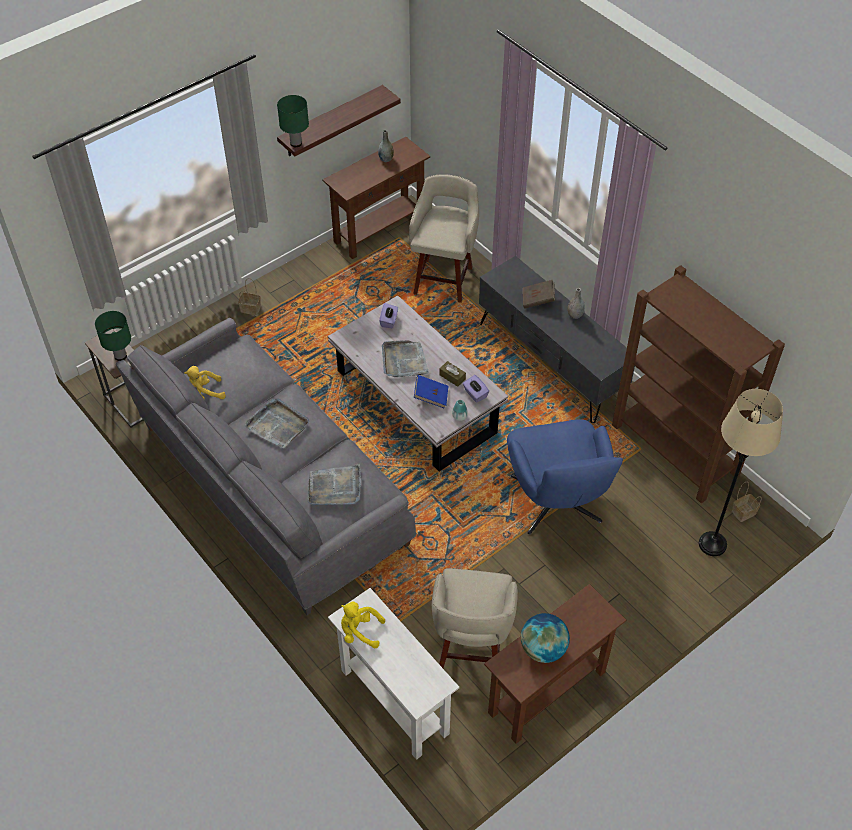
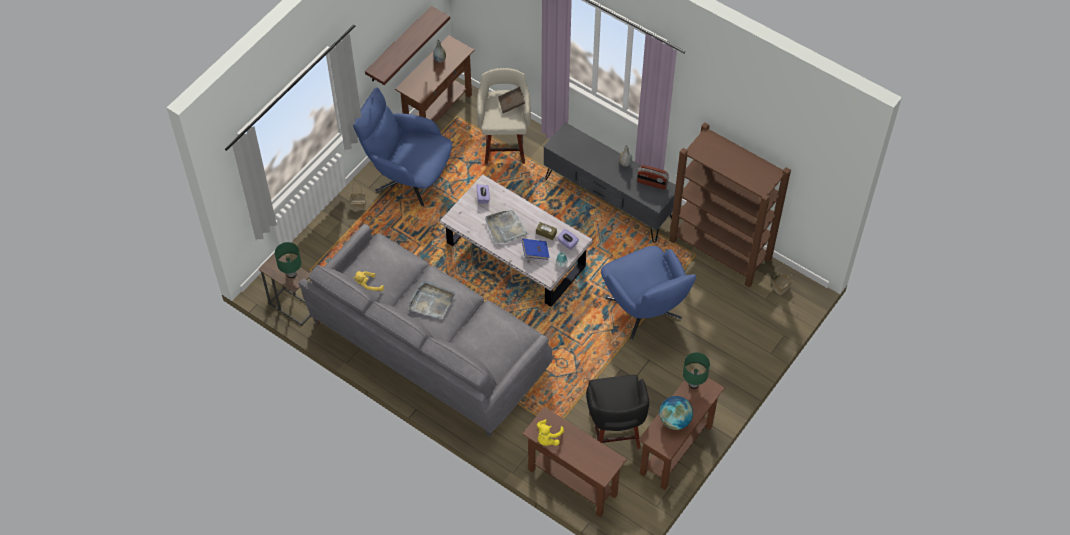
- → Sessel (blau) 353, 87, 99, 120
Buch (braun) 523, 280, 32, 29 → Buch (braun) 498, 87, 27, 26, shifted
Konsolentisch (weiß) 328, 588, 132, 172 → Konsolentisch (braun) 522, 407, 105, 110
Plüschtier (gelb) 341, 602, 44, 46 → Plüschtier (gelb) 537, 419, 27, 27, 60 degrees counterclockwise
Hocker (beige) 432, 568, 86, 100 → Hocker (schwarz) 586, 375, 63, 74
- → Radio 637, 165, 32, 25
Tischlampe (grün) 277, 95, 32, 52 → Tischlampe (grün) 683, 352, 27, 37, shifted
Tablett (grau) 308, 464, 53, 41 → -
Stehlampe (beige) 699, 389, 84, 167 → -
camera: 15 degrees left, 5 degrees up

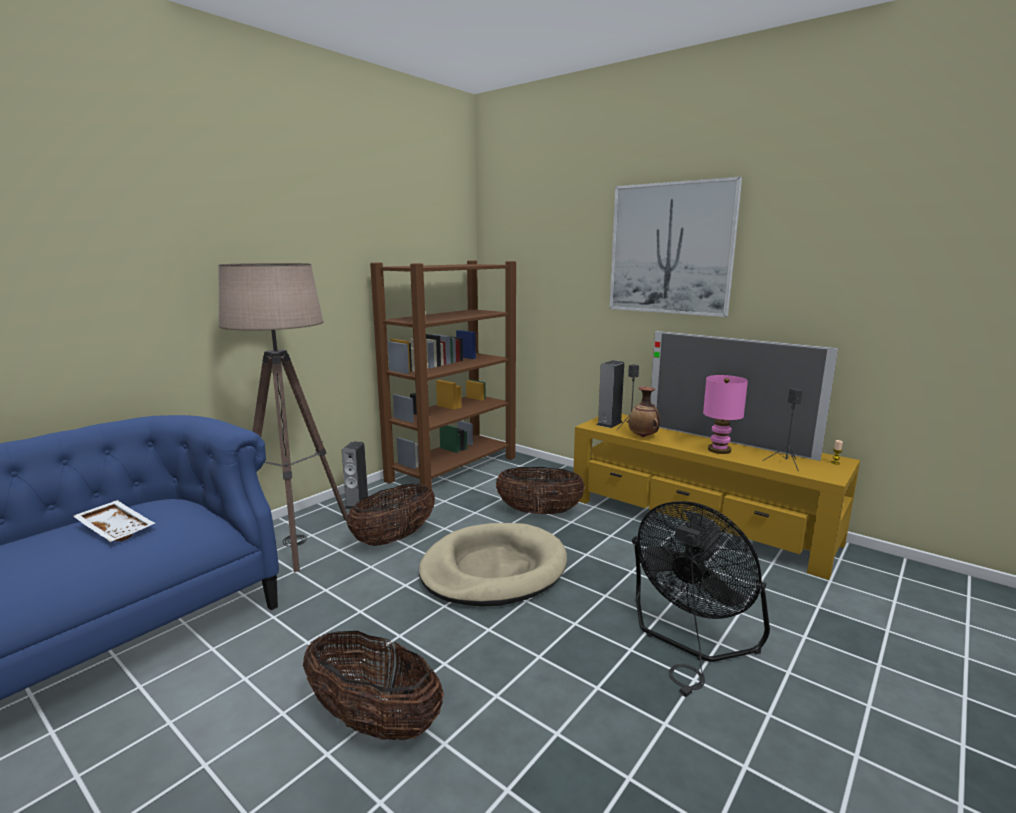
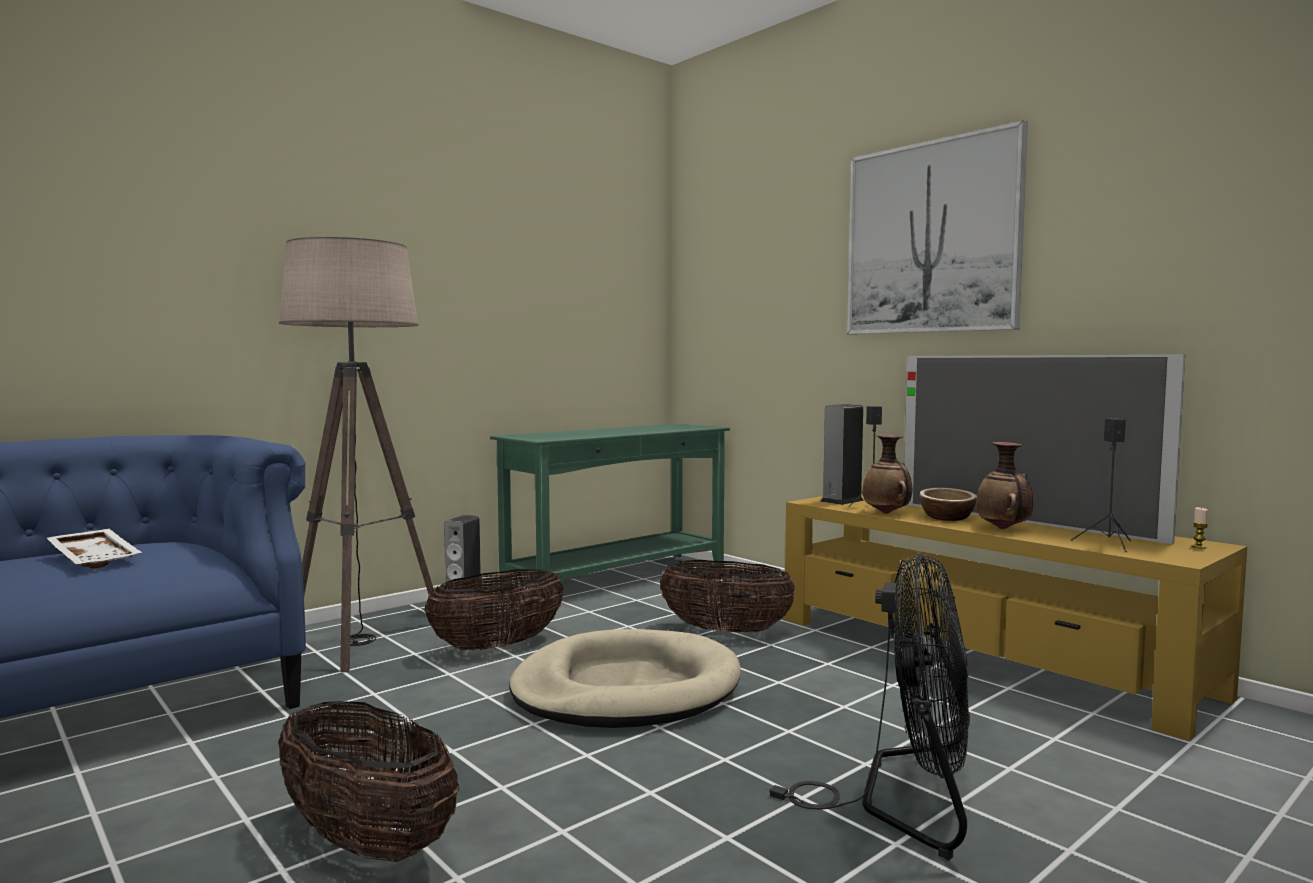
Bücherregal (braun) 370, 260, 146, 229 → Konsolentisch (grün) 490, 423, 240, 169
Ventilator (schwarz) 632, 501, 138, 196 → Ventilator (schwarz) 767, 553, 203, 308, 60 degrees clockwise
- → Schüssel 920, 488, 57, 33
Tischlampe (rosa) 703, 375, 45, 79 → Vase 976, 442, 57, 87
camera: 10 degrees right, 10 degrees down

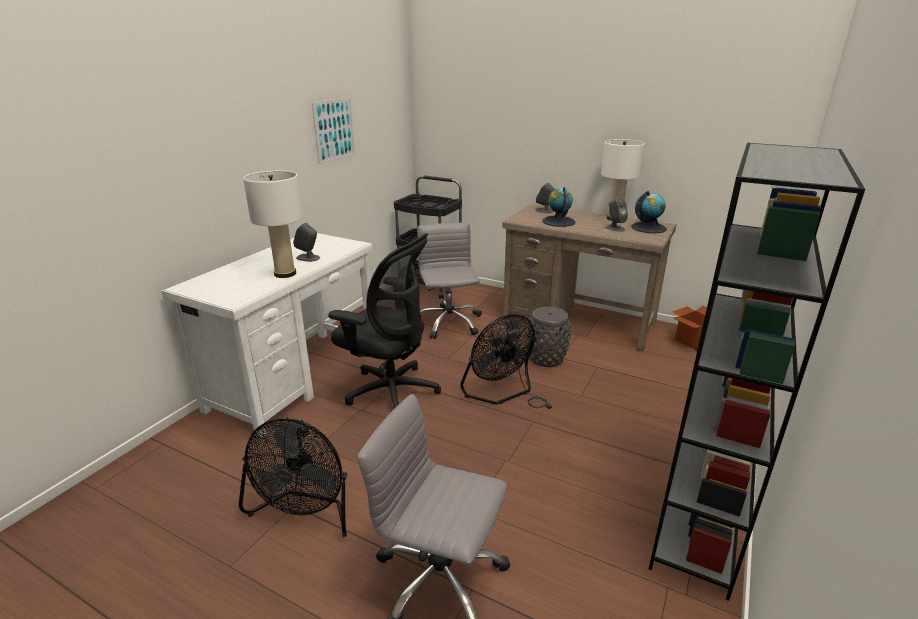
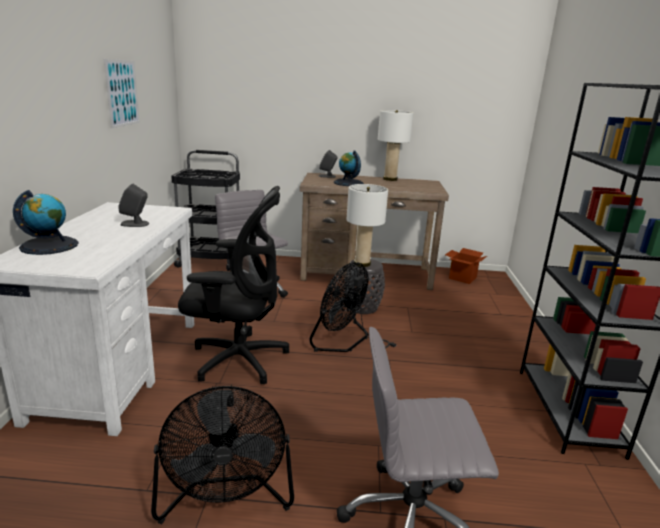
Globus 631, 191, 36, 42 → Globus 13, 190, 65, 65, shifted
Tischlampe (weiß) 243, 171, 60, 107 → Tischlampe (weiß) 346, 184, 42, 83, shifted
Lautsprecher (grau) 606, 197, 22, 35 → -
camera: 25 degrees left, 5 degrees down

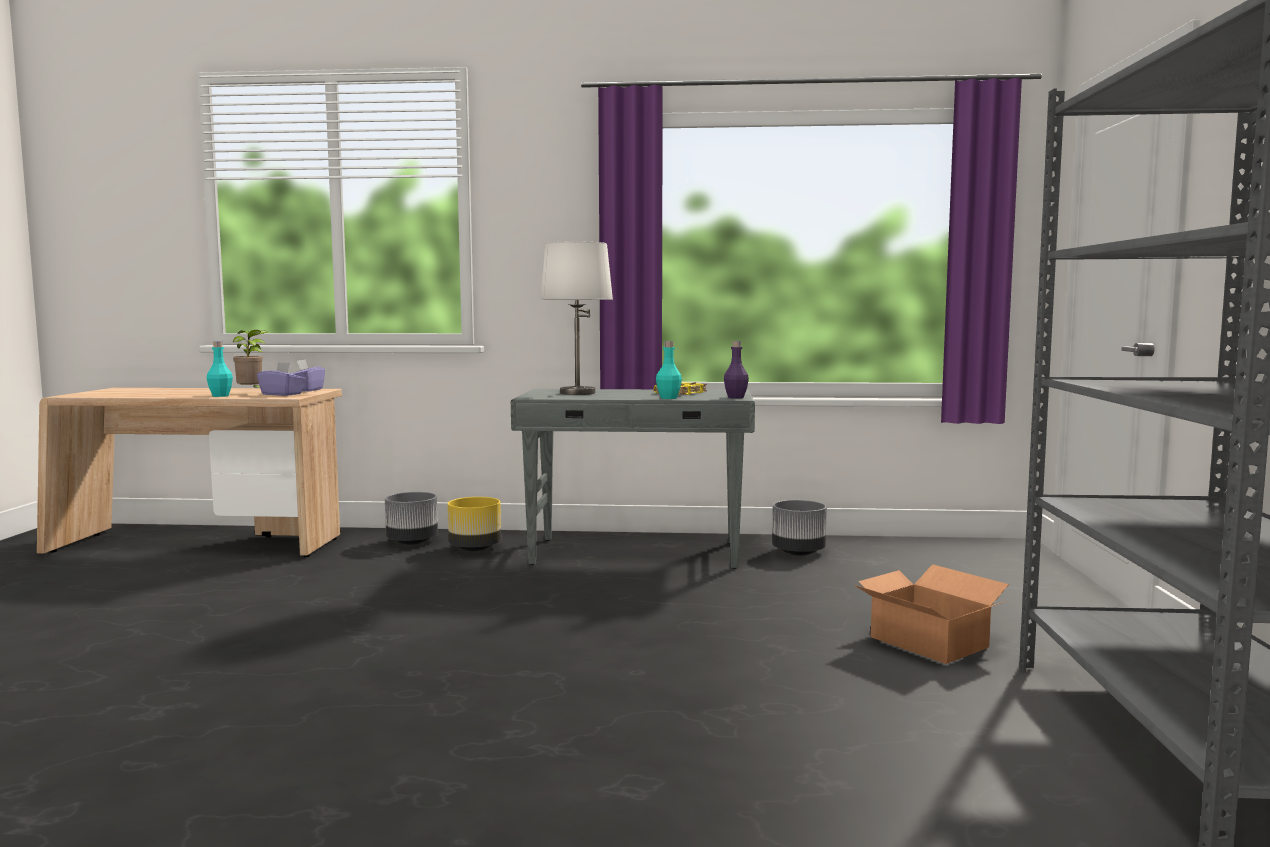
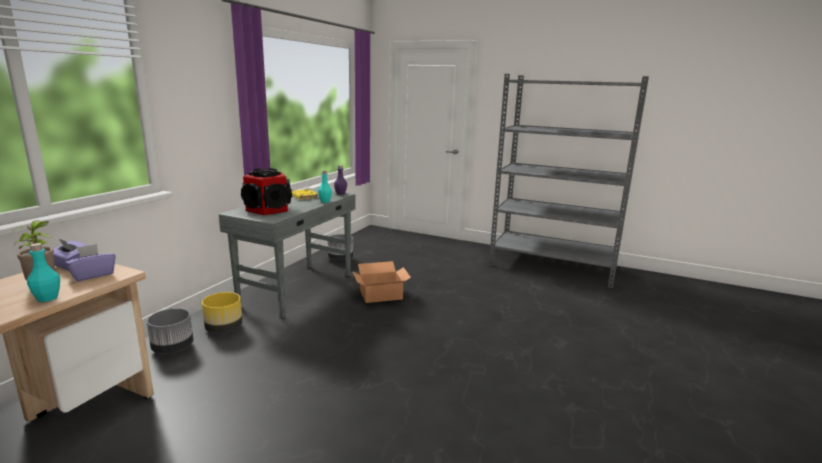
Tischlampe (weiß) 540, 241, 73, 154 → Lautsprecher 241, 168, 51, 47
Karton 854, 564, 155, 100 → Karton 352, 261, 59, 42, shifted
camera: 70 degrees left, 10 degrees up

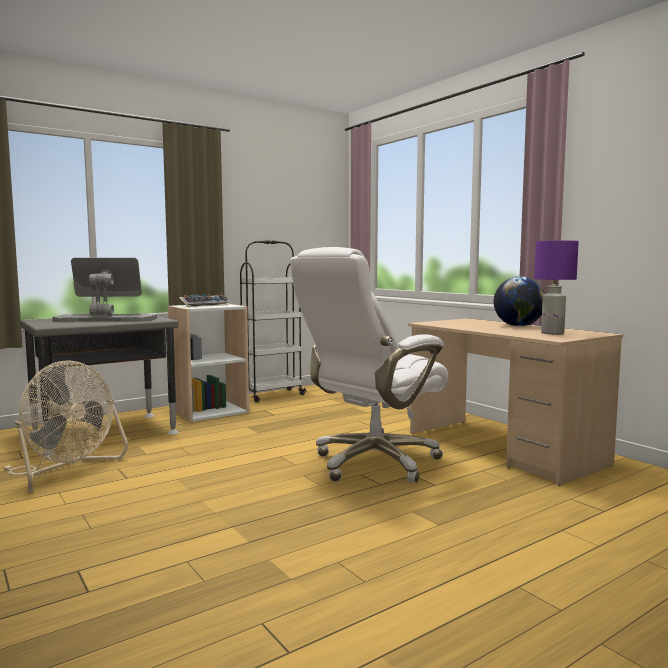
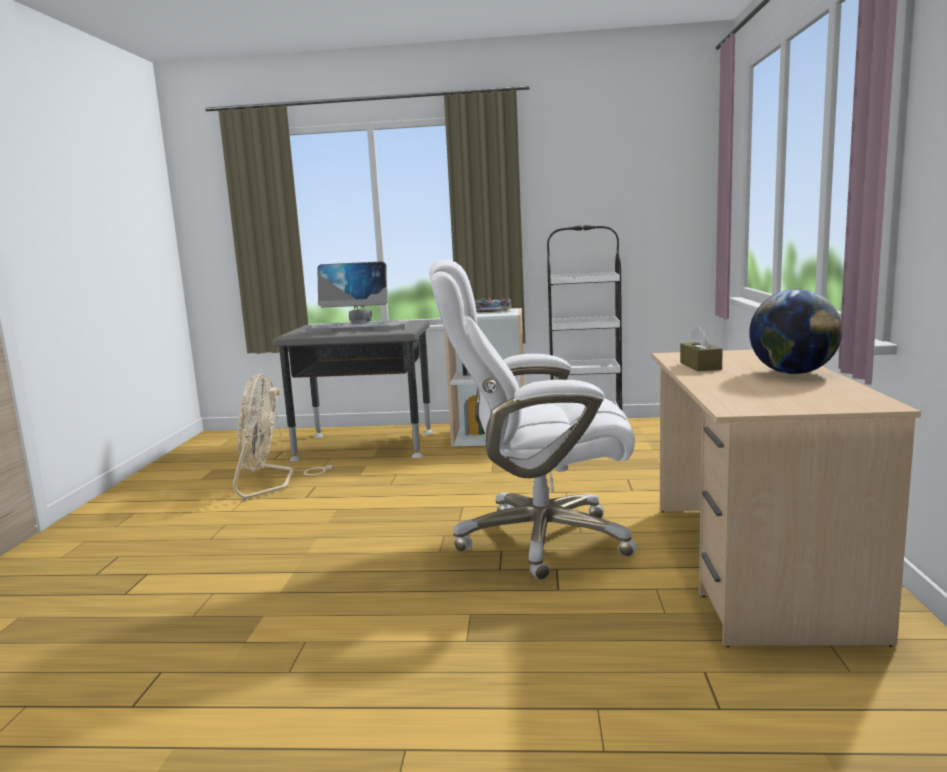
Ventilator (beige) 4, 361, 124, 132 → Ventilator (beige) 233, 374, 102, 127, 105 degrees clockwise
Monitor 53, 258, 104, 64 → Monitor 306, 261, 103, 72, 150 degrees clockwise
- → Taschentuchbox (braun) 680, 326, 43, 45
Tischlampe (lila) 534, 241, 45, 94 → -
camera: 40 degrees right, 5 degrees up

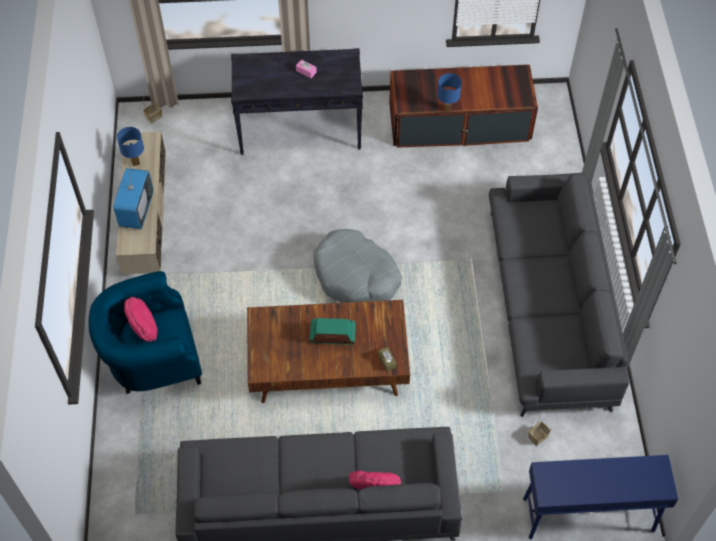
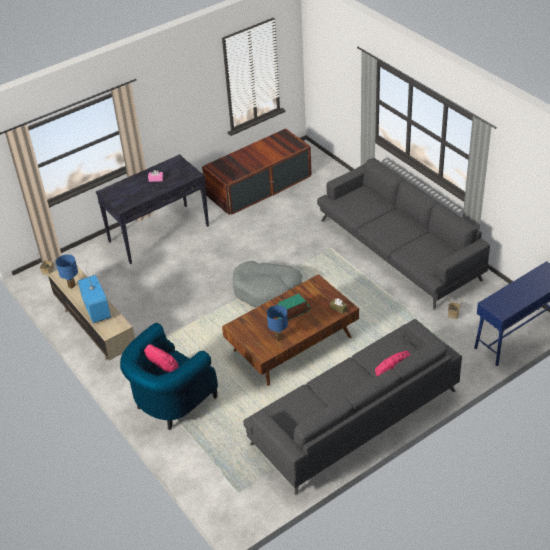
Tischlampe (blau) 437, 73, 25, 40 → Tischlampe (blau) 267, 305, 21, 36, shifted
camera: 30 degrees left, 15 degrees down

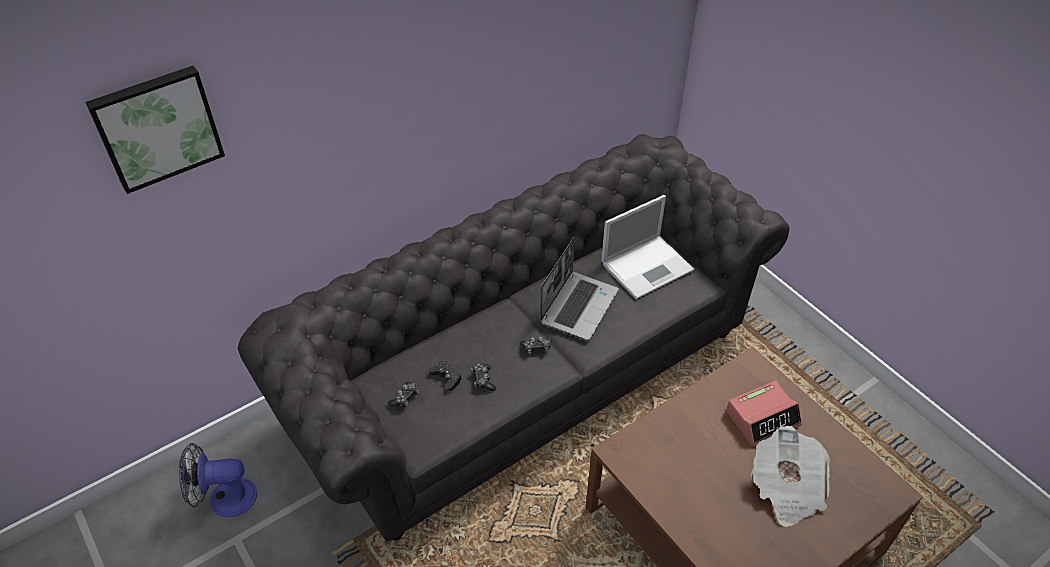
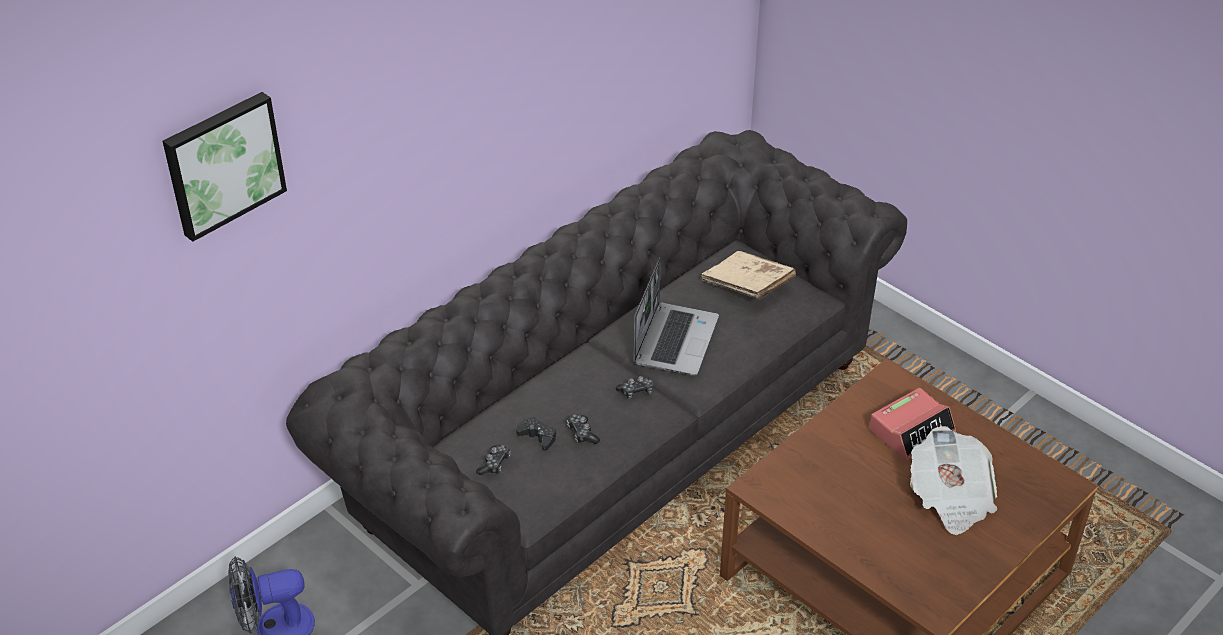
Laptop 601, 195, 94, 104 → Buch (beige) 701, 251, 95, 49
camera: 10 degrees left, 5 degrees down

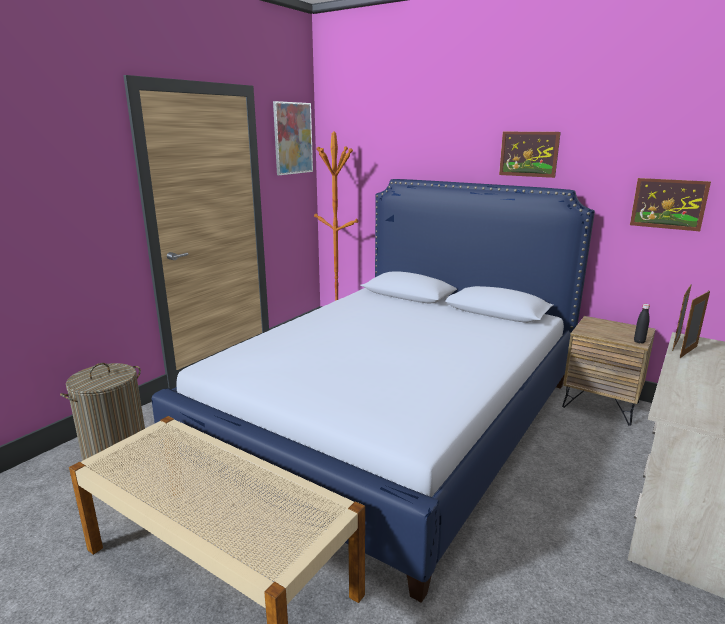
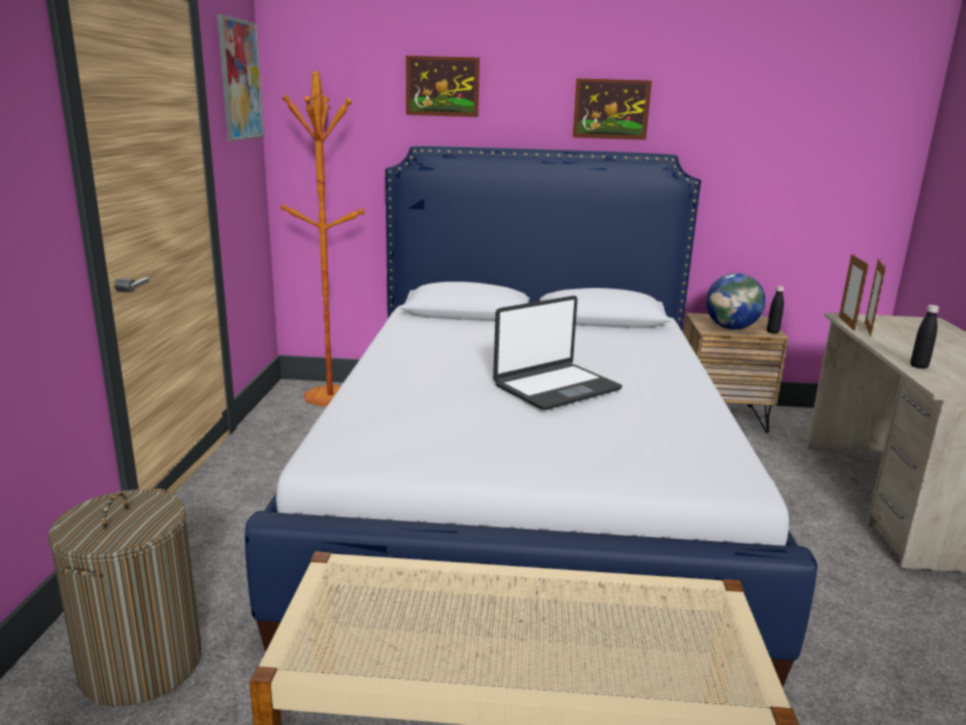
Bild 630, 178, 81, 53 → Bild 406, 56, 74, 61, shifted
- → Laptop 493, 296, 129, 114
- → Globus 706, 273, 59, 57
- → Flasche (schwarz) 911, 305, 28, 64
camera: 30 degrees left, 0 degrees up

